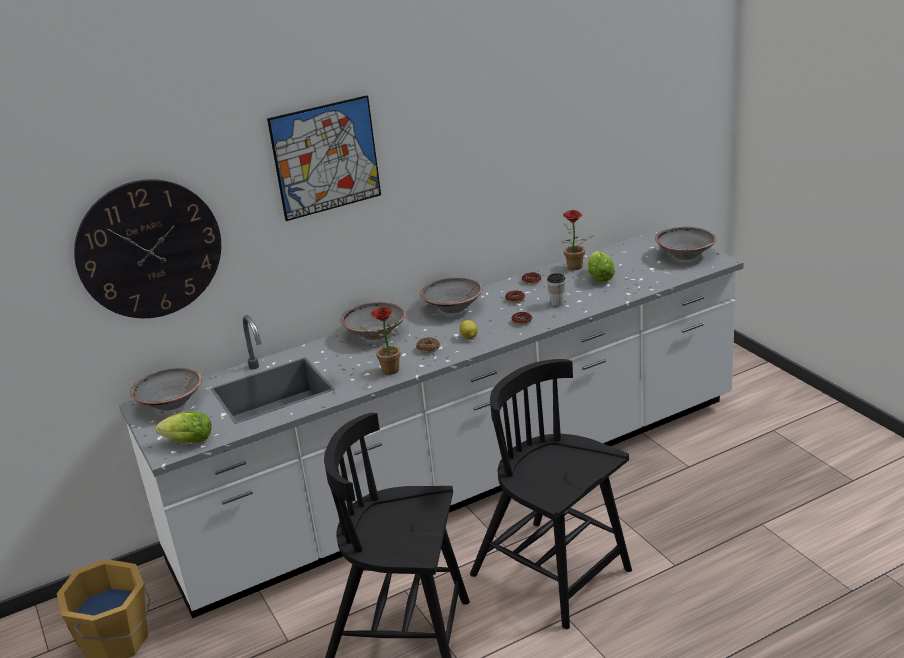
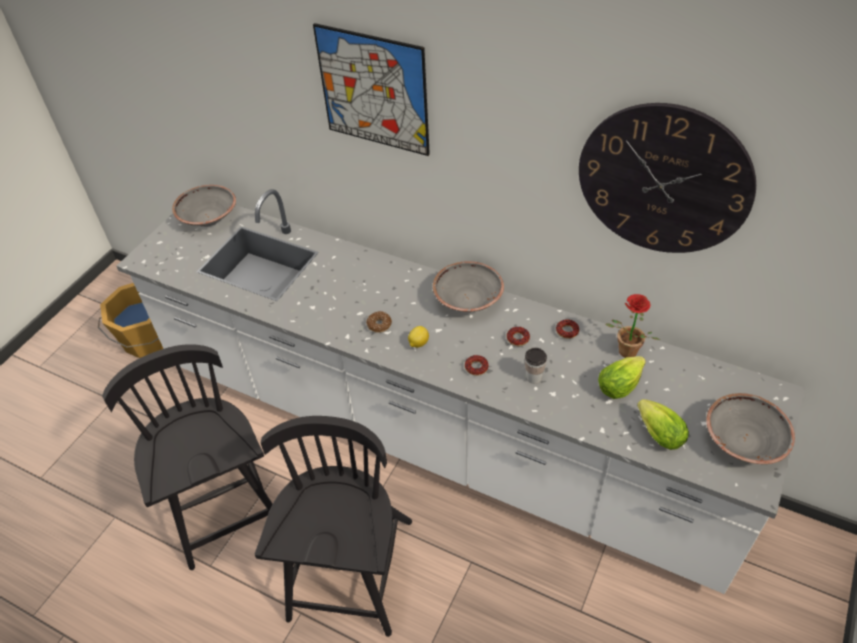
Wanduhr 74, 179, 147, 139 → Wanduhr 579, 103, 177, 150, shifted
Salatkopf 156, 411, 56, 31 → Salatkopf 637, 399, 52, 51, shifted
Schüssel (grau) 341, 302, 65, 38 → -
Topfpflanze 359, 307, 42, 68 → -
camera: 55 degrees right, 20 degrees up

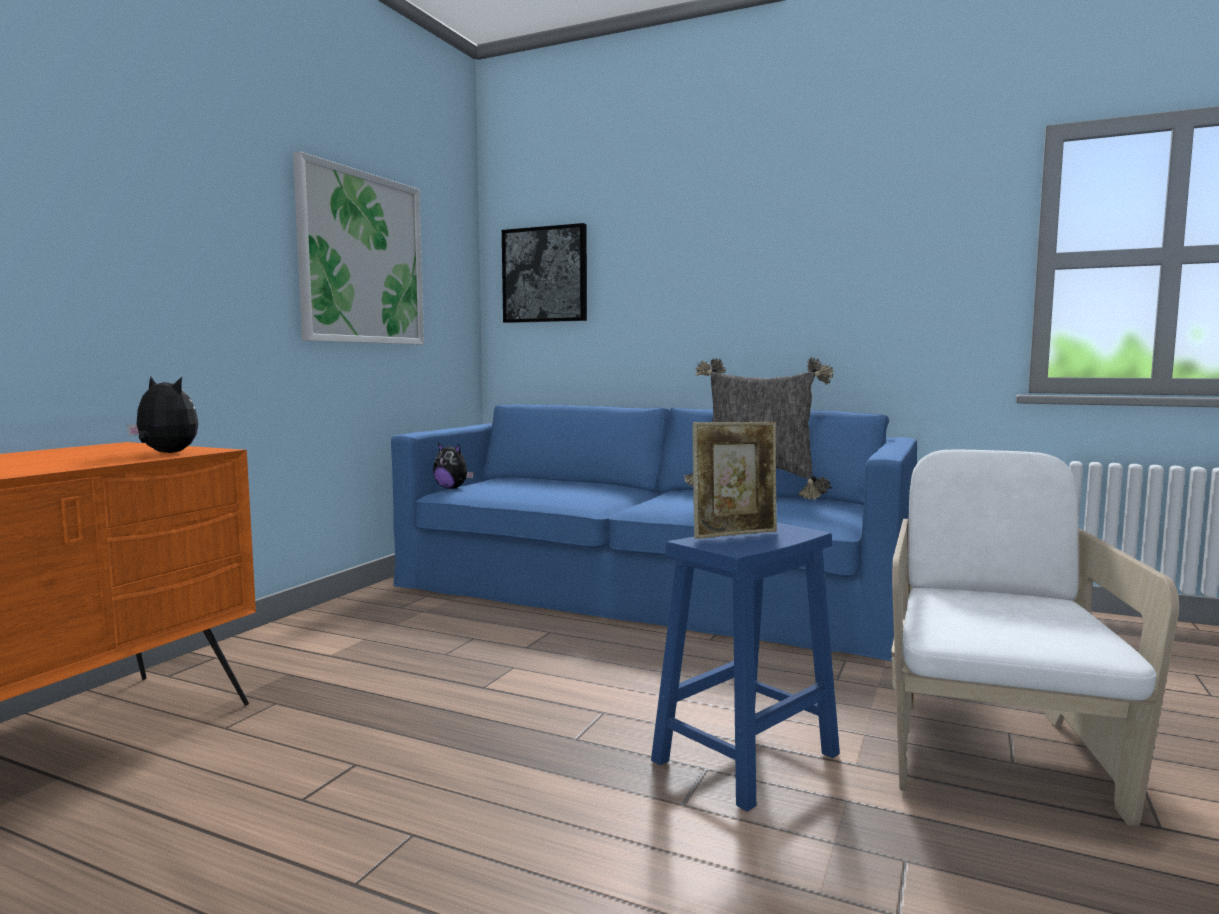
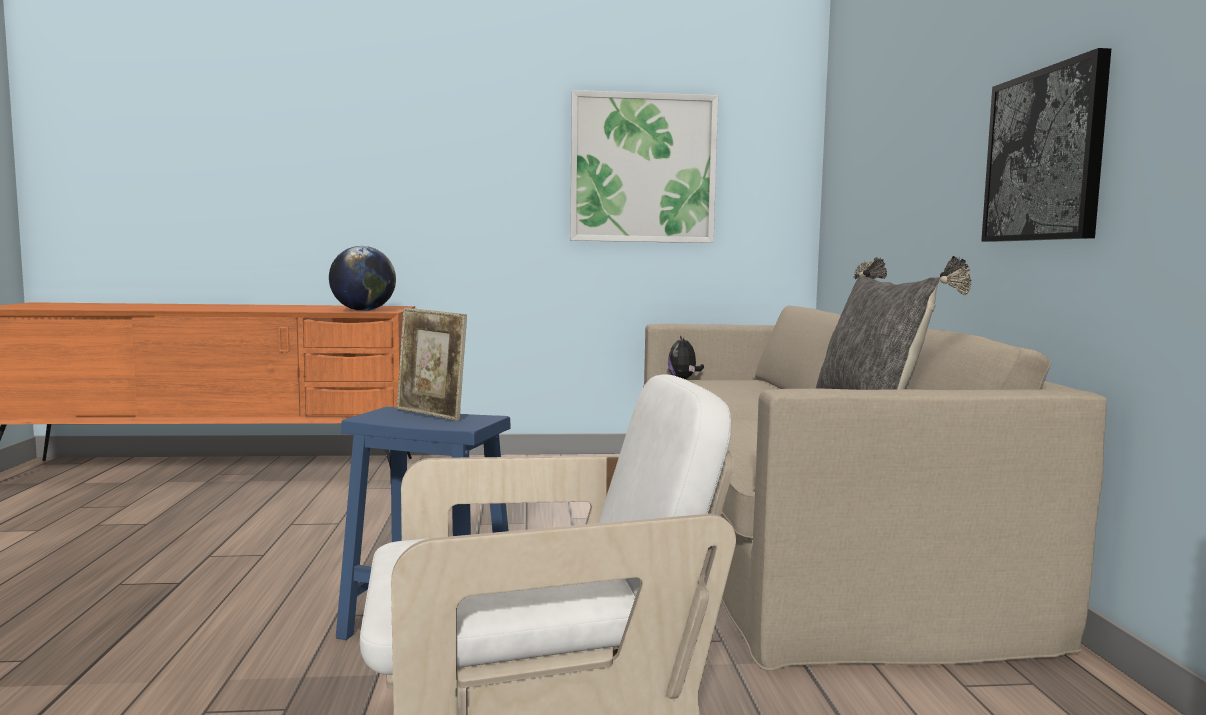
Plüschtier 127, 377, 71, 76 → Globus 329, 246, 67, 65
Sofa (blau) 391, 404, 526, 257 → Sofa (beige) 643, 306, 464, 365
Bild 502, 223, 85, 100 → Bild 981, 48, 130, 194, shifted
camera: 60 degrees right, 0 degrees up

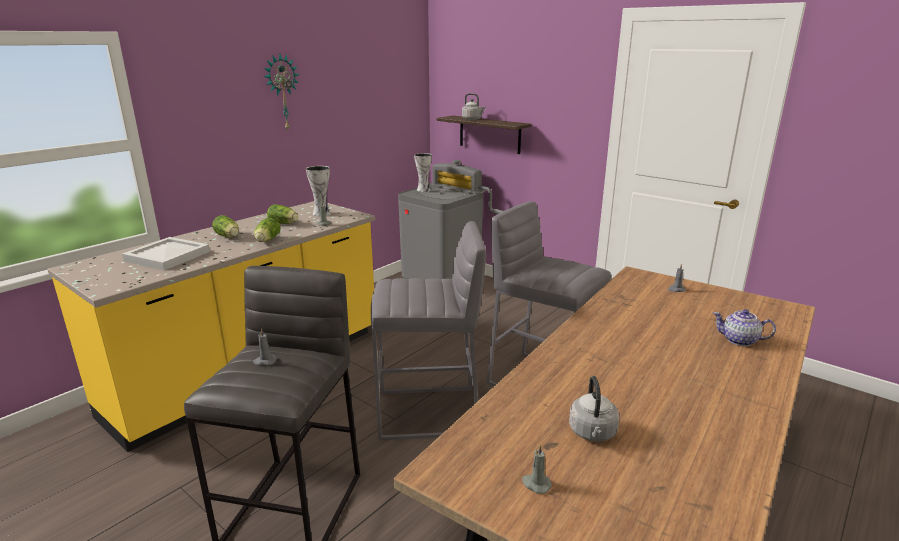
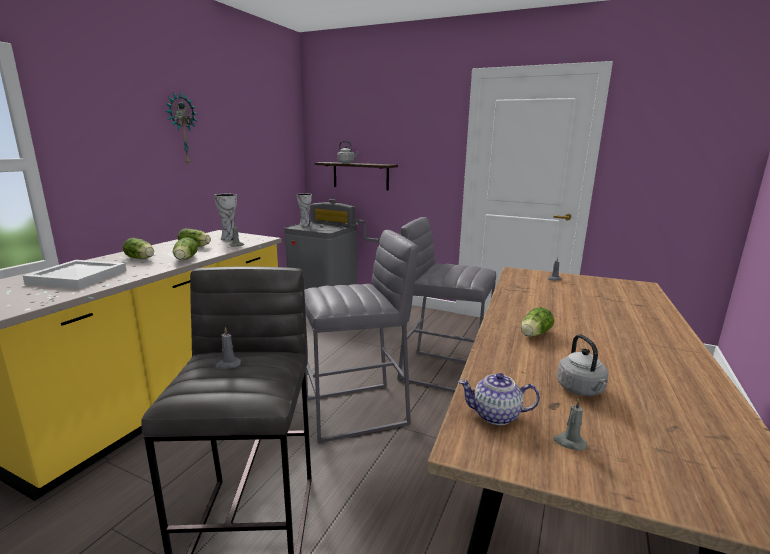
Teekanne 713, 309, 63, 37 → Teekanne 458, 373, 82, 52, shifted
- → Salatkopf 521, 307, 33, 30
camera: 15 degrees left, 5 degrees down

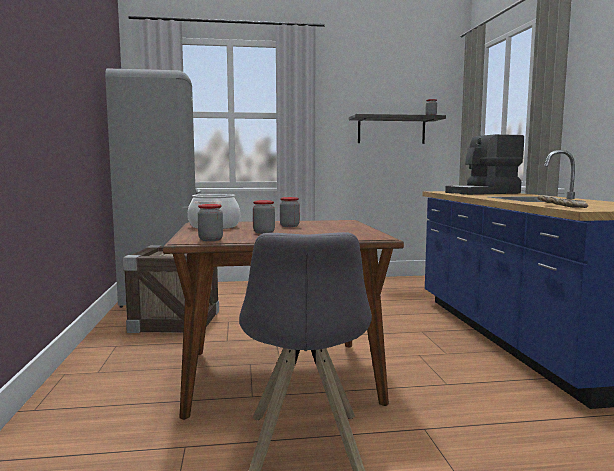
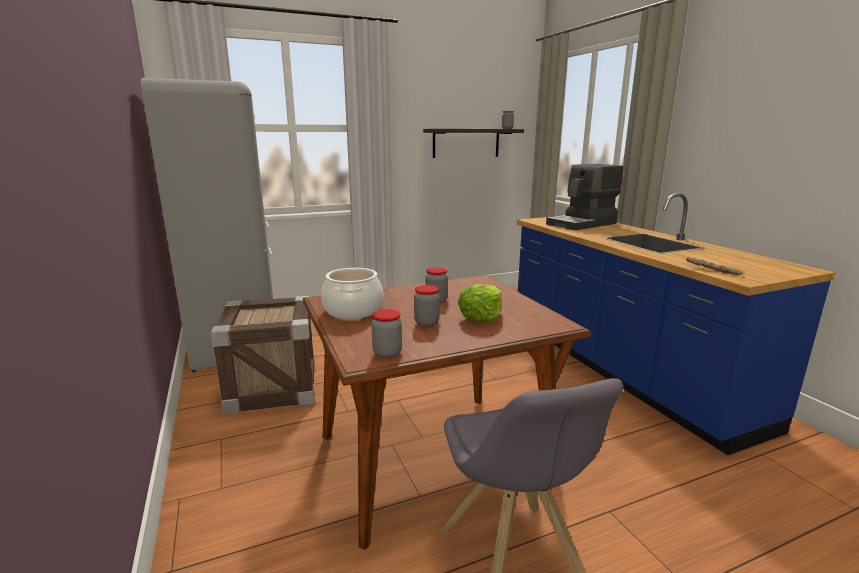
- → Salatkopf 458, 284, 44, 39
camera: 15 degrees left, 10 degrees up

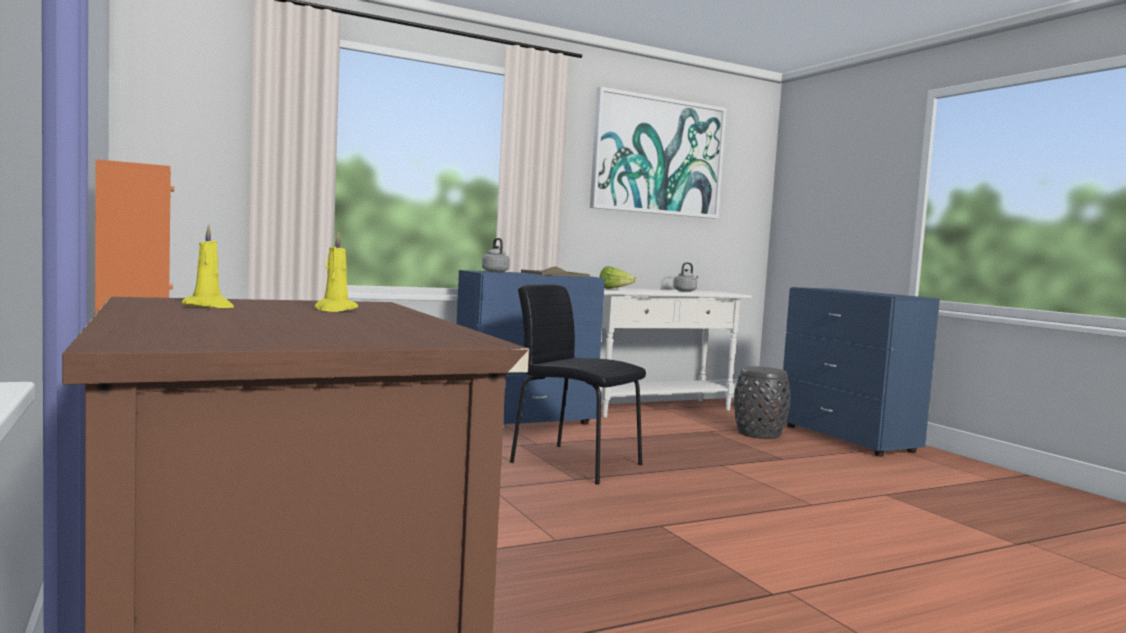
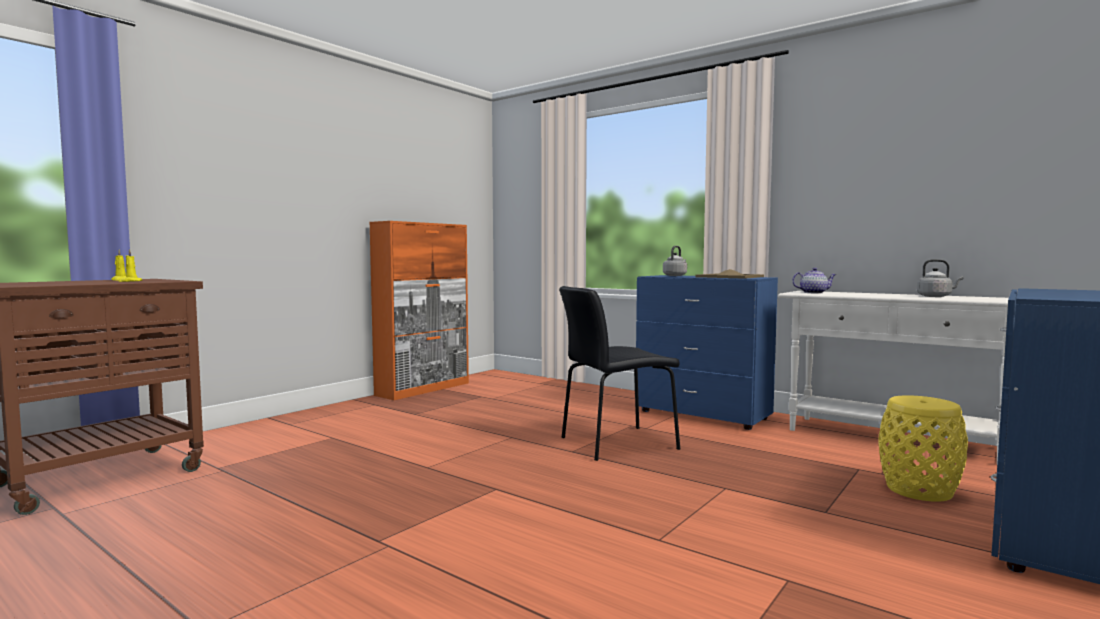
Stuhl (schwarz) 510, 284, 136, 200 → Stuhl (schwarz) 559, 286, 122, 175, 120 degrees counterclockwise
Salatkopf 600, 266, 36, 23 → Teekanne 792, 268, 44, 26
Hocker (grau) 734, 366, 57, 73 → Hocker (gelb) 879, 395, 89, 107
Bild 590, 87, 136, 132 → -
camera: 65 degrees right, 0 degrees up

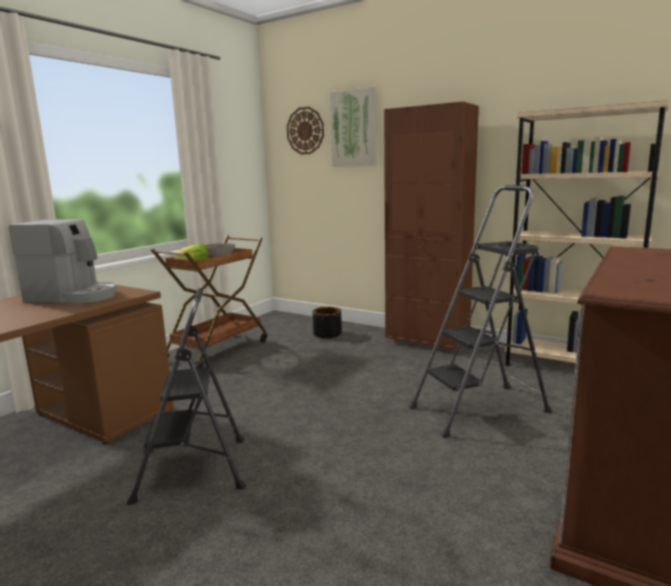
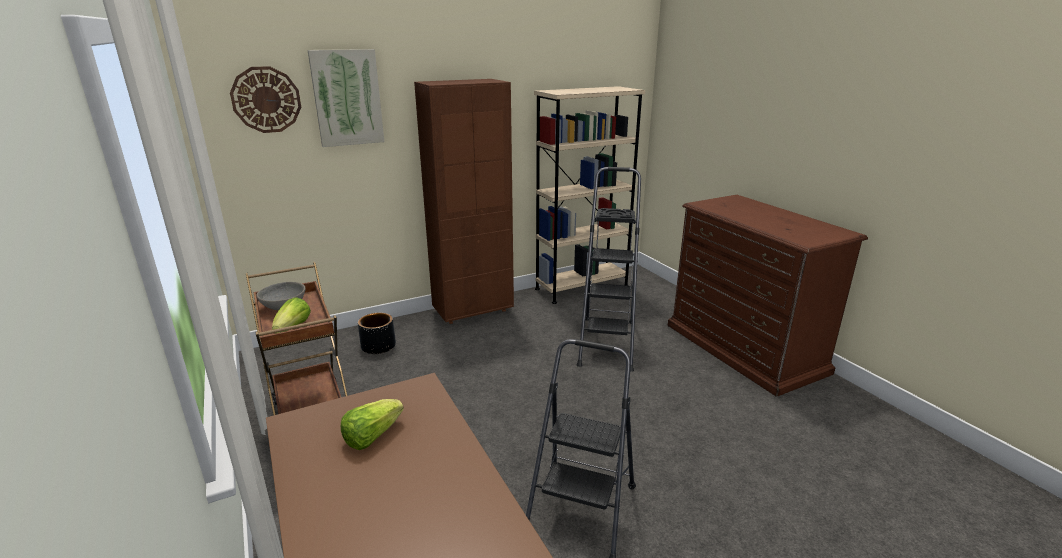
Kaffeemaschine 9, 219, 107, 84 → Salatkopf 341, 399, 63, 51
camera: 60 degrees left, 10 degrees up

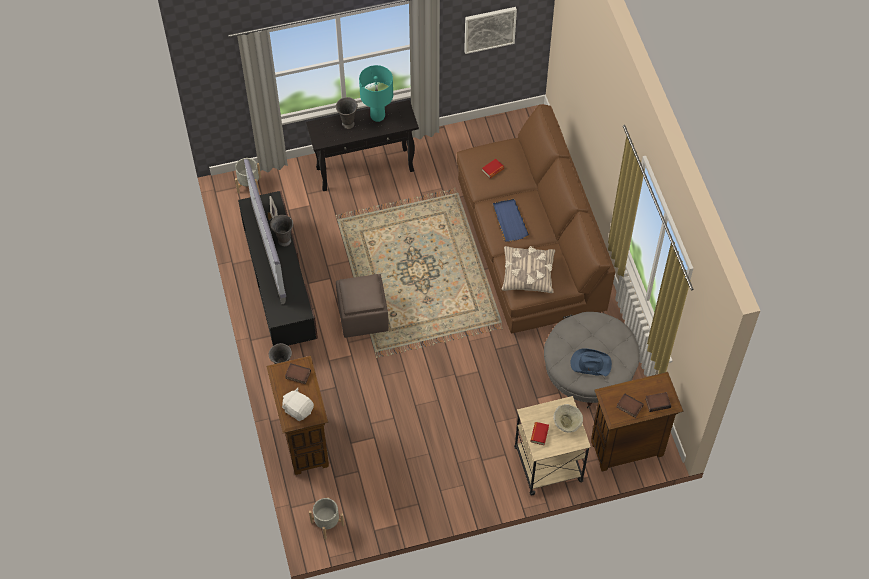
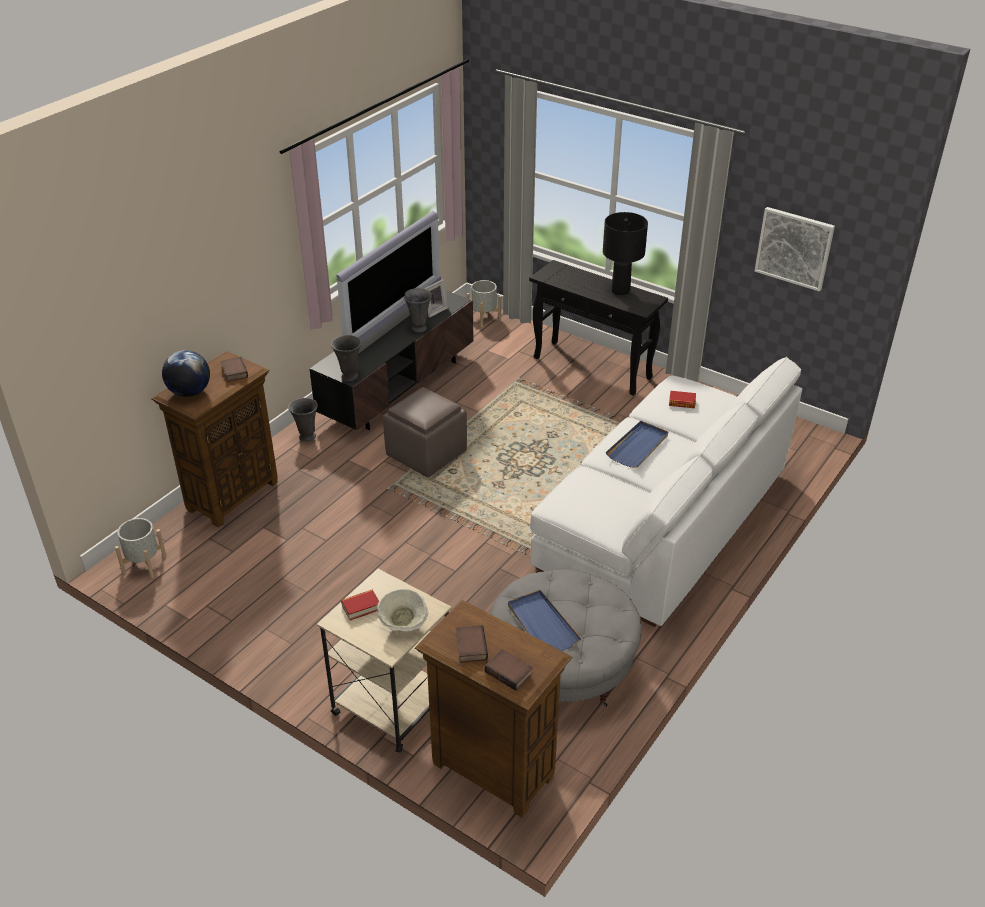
Plüschtier (weiß) 282, 387, 32, 34 → Globus 162, 350, 48, 47
Vase (grau) 336, 97, 22, 32 → Vase (grau) 331, 335, 30, 46, shifted
Hut (blau) 570, 348, 42, 29 → Tablett (blau) 508, 590, 73, 61
Sofa (braun) 457, 104, 158, 229 → Sofa (weiß) 530, 357, 272, 270
Tischlampe (türkis) 359, 65, 34, 57 → Tischlampe (schwarz) 603, 212, 45, 83
Kissen (beige) 502, 246, 53, 47 → -
camera: 50 degrees right, 20 degrees down

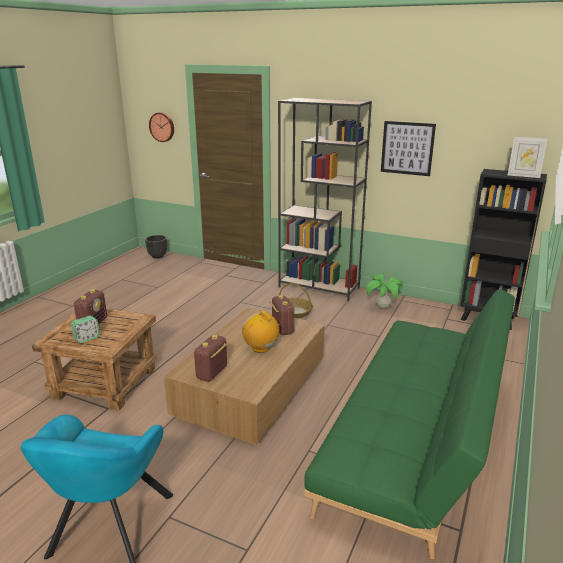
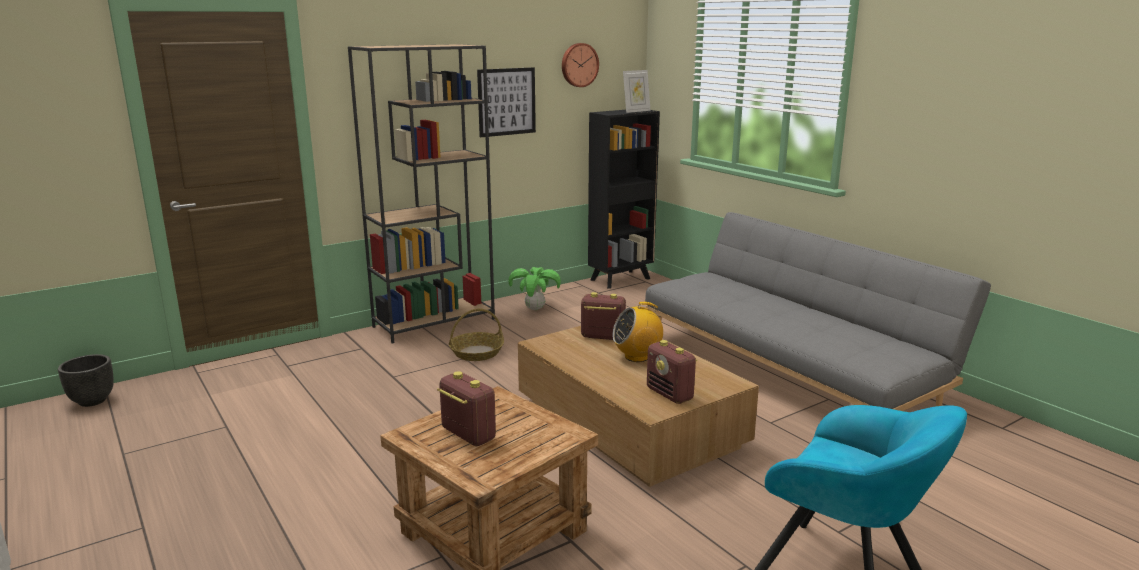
Wanduhr 149, 112, 25, 30 → Wanduhr 562, 43, 37, 44, shifted
Sofa (grün) 304, 289, 211, 270 → Sofa (grau) 645, 212, 346, 199
Wecker 71, 316, 29, 27 → -
camera: 60 degrees left, 5 degrees down

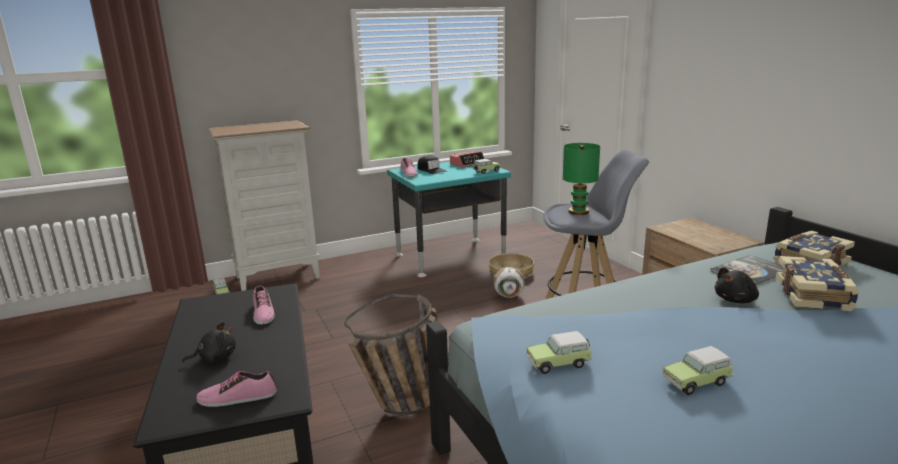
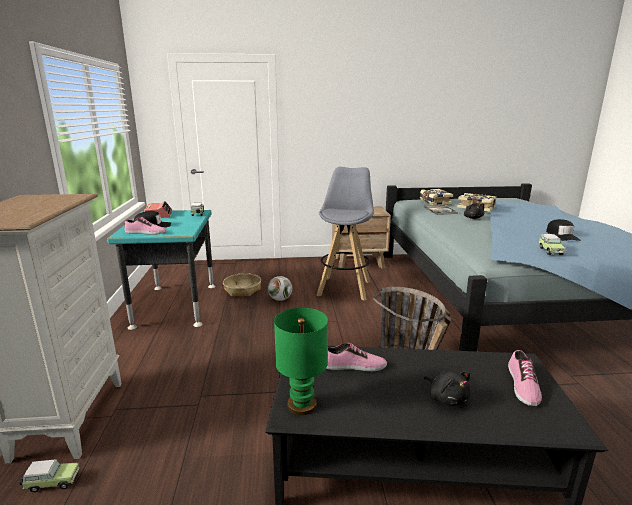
Tischlampe (grün) 563, 143, 37, 72 → Tischlampe (grün) 274, 308, 54, 107, shifted
Plüschtier (schwarz) 182, 322, 54, 41 → Plüschtier (schwarz) 424, 370, 47, 36, 150 degrees clockwise
Spielzeugauto 662, 346, 71, 49 → Kappe (schwarz) 546, 219, 34, 22
camera: 70 degrees left, 0 degrees up

